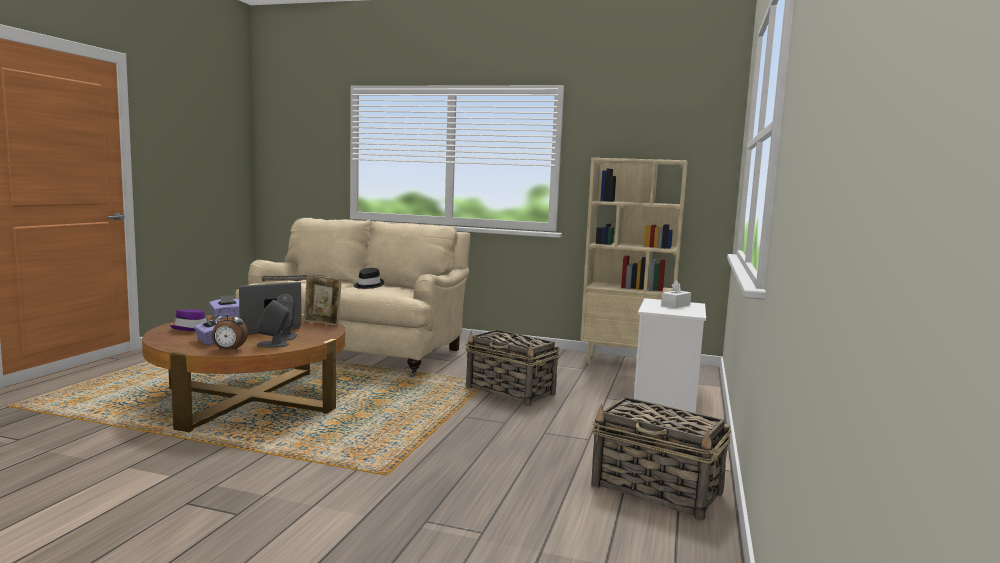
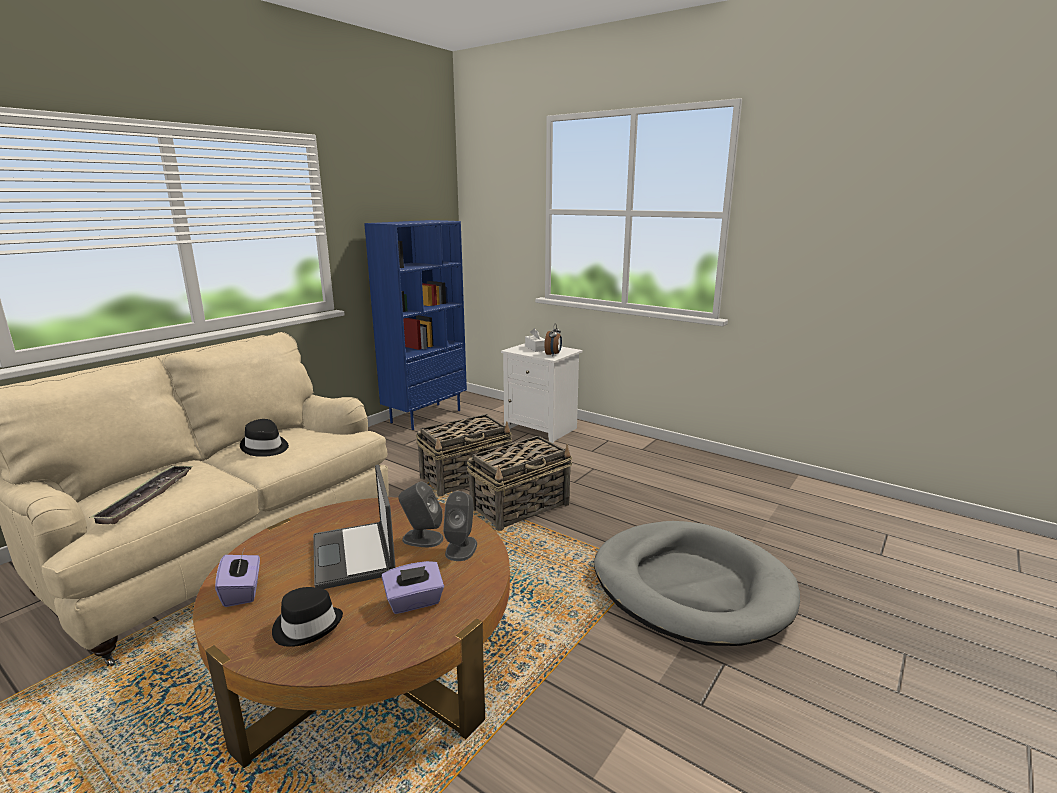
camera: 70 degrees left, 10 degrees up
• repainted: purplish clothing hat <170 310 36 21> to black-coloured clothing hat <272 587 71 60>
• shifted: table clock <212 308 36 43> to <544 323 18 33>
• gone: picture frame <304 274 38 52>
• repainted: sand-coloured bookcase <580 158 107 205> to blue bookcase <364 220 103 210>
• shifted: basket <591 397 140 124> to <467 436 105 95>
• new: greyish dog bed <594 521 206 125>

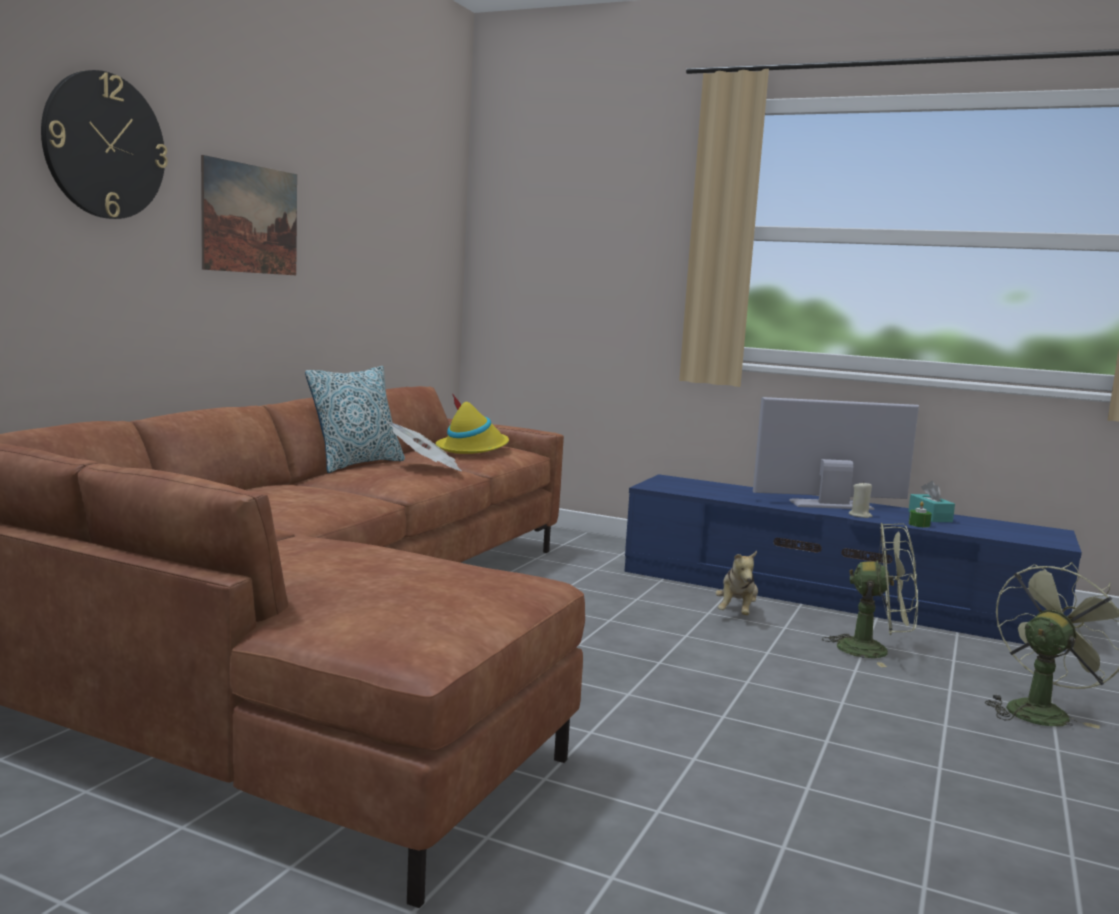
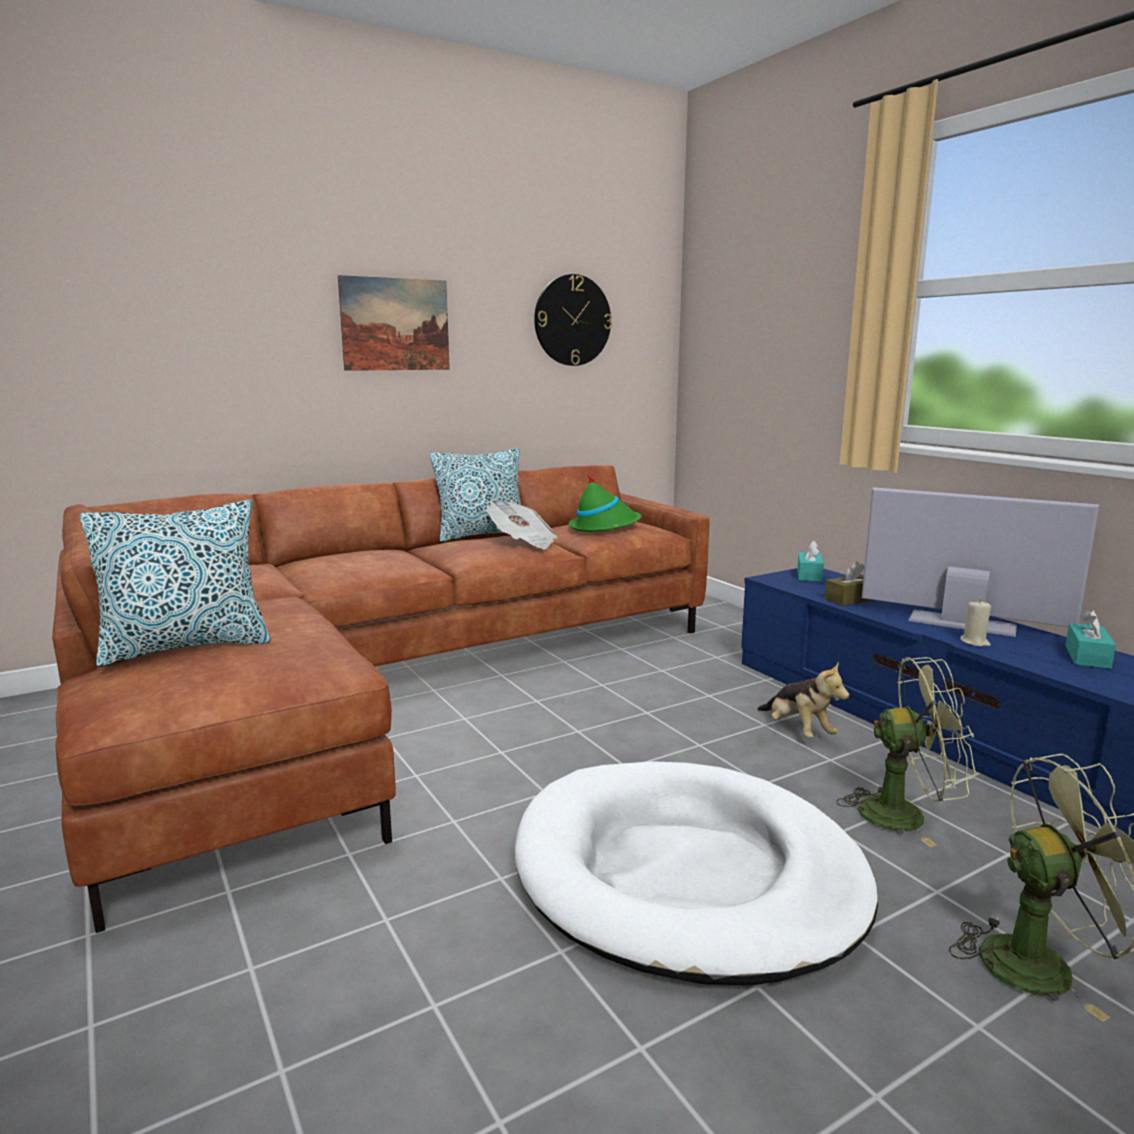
camera: 35 degrees right, 5 degrees up
• shifted: hanging clock <41 70 127 149> to <534 274 78 92>
• repainted: yellow-coloured clothing hat <436 393 73 61> to green-coloured clothing hat <569 474 73 58>
• rotated: plush toy <715 551 43 64> = <757 662 92 76> 75 degrees counterclockwise
• rotated: green-coloured cooling fan <822 523 96 144> = <836 657 141 190> 45 degrees counterclockwise
• gone: green-coloured wax candle <909 501 23 26>
• new: throw pillow <79 499 192 168>
• new: white dog bed <515 761 363 224>
• new: blue-green box of tissues <797 541 27 41>
• new: brownish box of tissues <825 561 48 45>

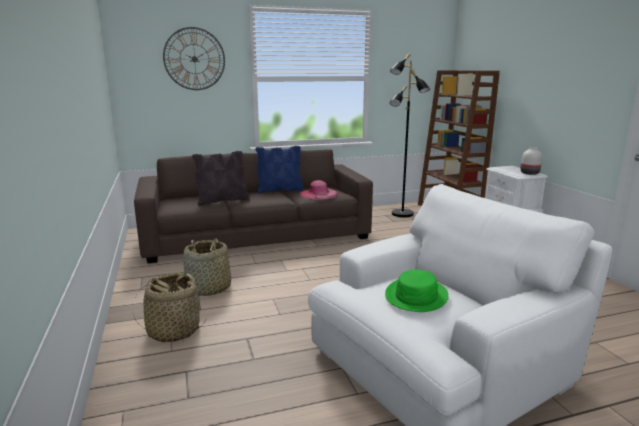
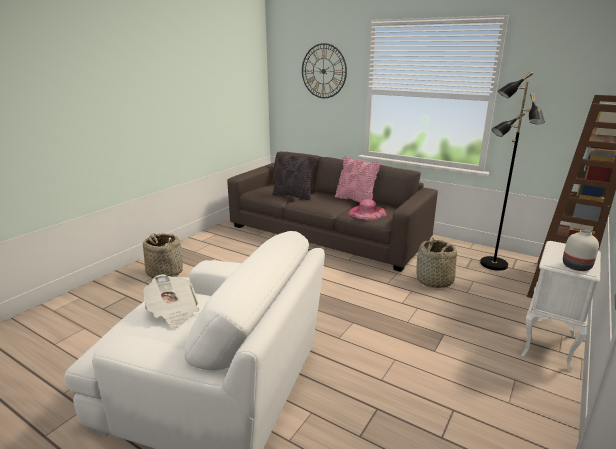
camera: 50 degrees right, 5 degrees up
• shifted: basket <183 238 48 58> to <416 238 41 50>
• repainted: blue throw pillow <255 146 49 47> to pink throw pillow <335 156 46 46>
• swapped: green-coloured clothing hat <385 270 64 42> to newspaper <143 274 57 53>

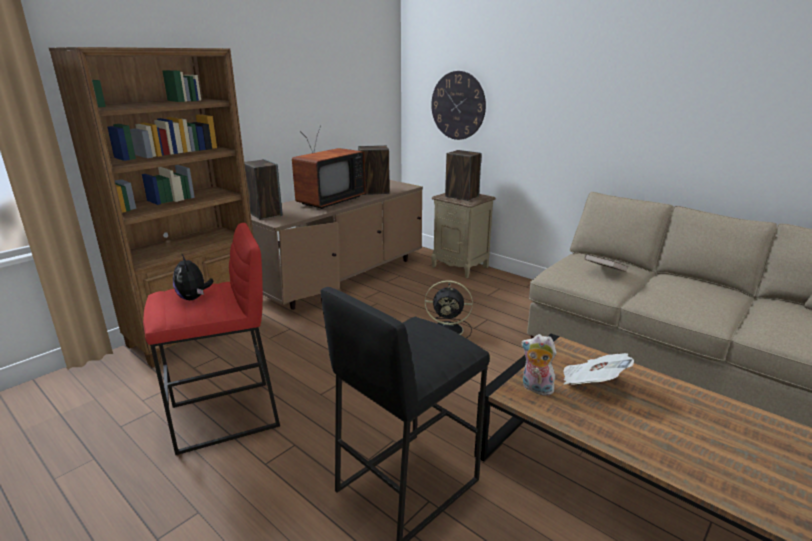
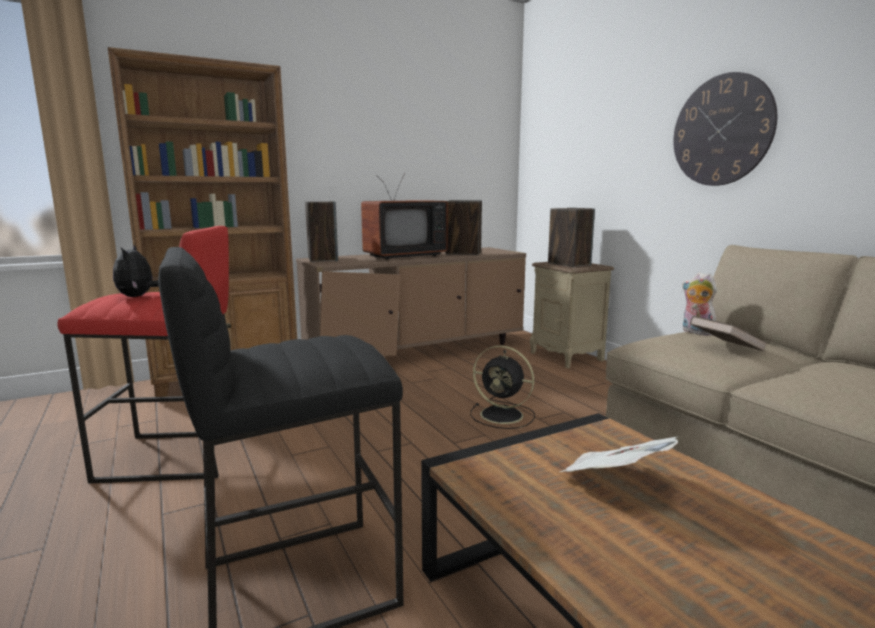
camera: 20 degrees right, 10 degrees down
• shifted: hanging clock <431 71 55 69> to <673 72 105 114>
• shifted: plush toy <521 334 36 62> to <682 272 35 63>

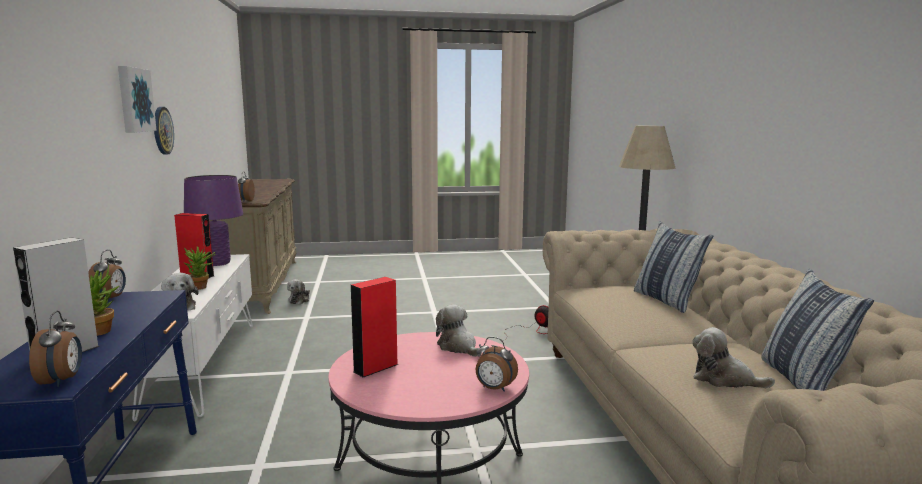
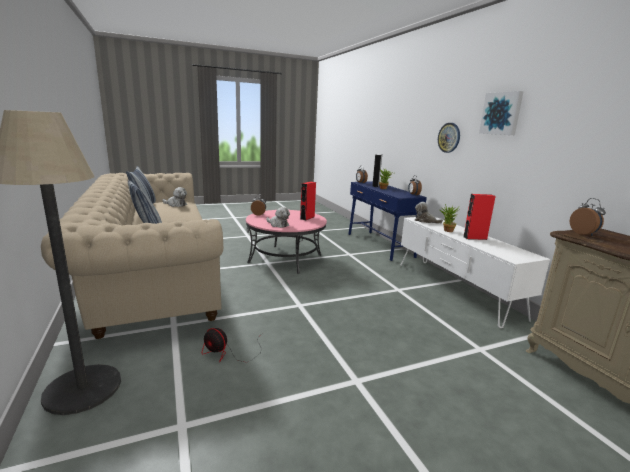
camera: 165 degrees right, 5 degrees up
• shifted: hanging clock <154 107 20 48> to <438 123 22 30>
• gone: purplish table lamp <184 175 59 91>
• gone: plush toy <287 279 23 25>

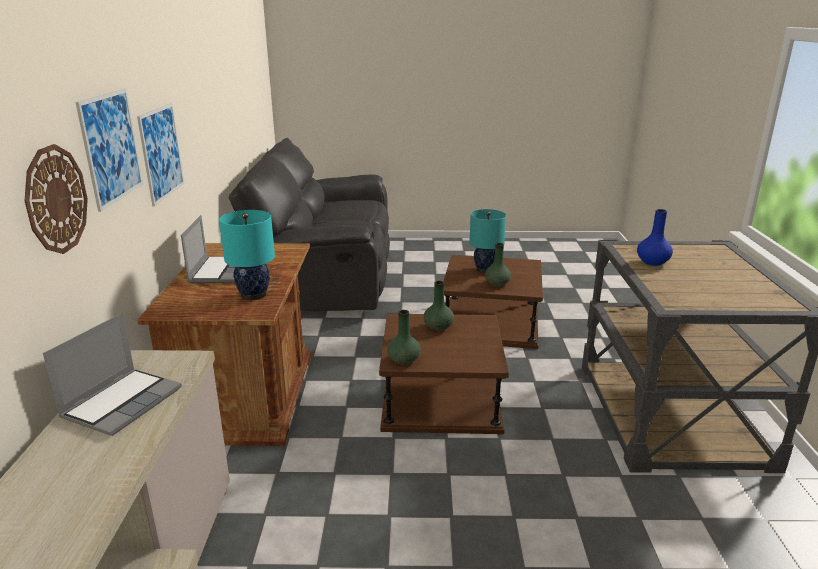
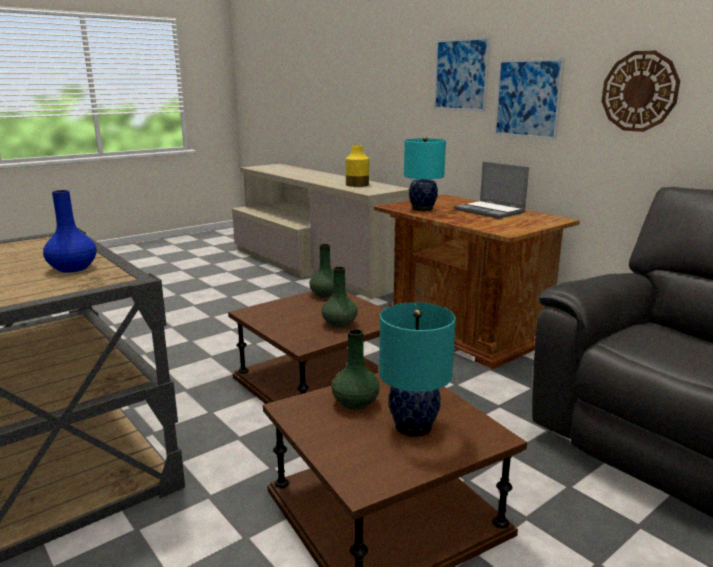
camera: 140 degrees right, 5 degrees down
• shifted: hanging clock <25 144 63 110> to <601 50 79 82>
• swapped: portable computer <43 313 139 123> to yellow-coloured flower vase <346 145 23 42>

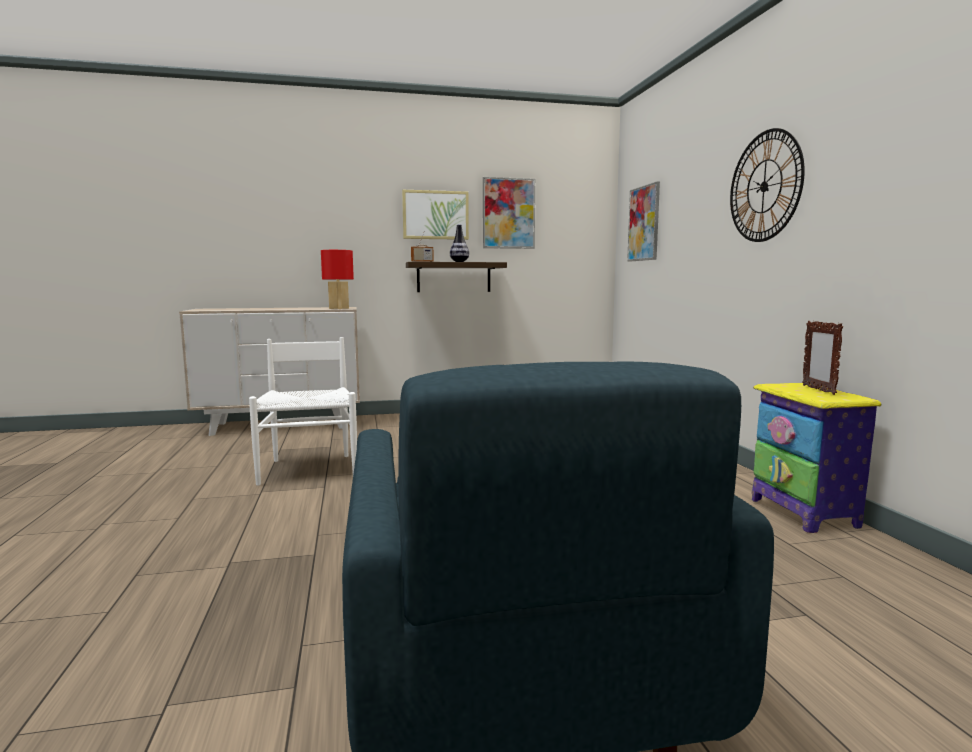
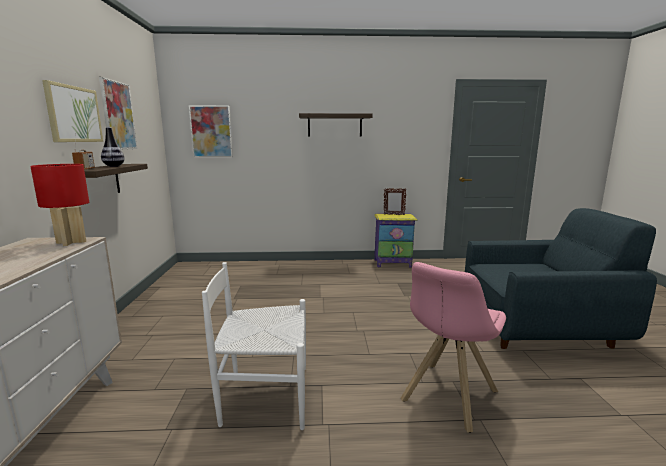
camera: 80 degrees left, 5 degrees up
• swapped: hanging clock <730 128 75 114> to wall shelf <299 113 74 24>
• new: pink upright chair <401 262 105 171>

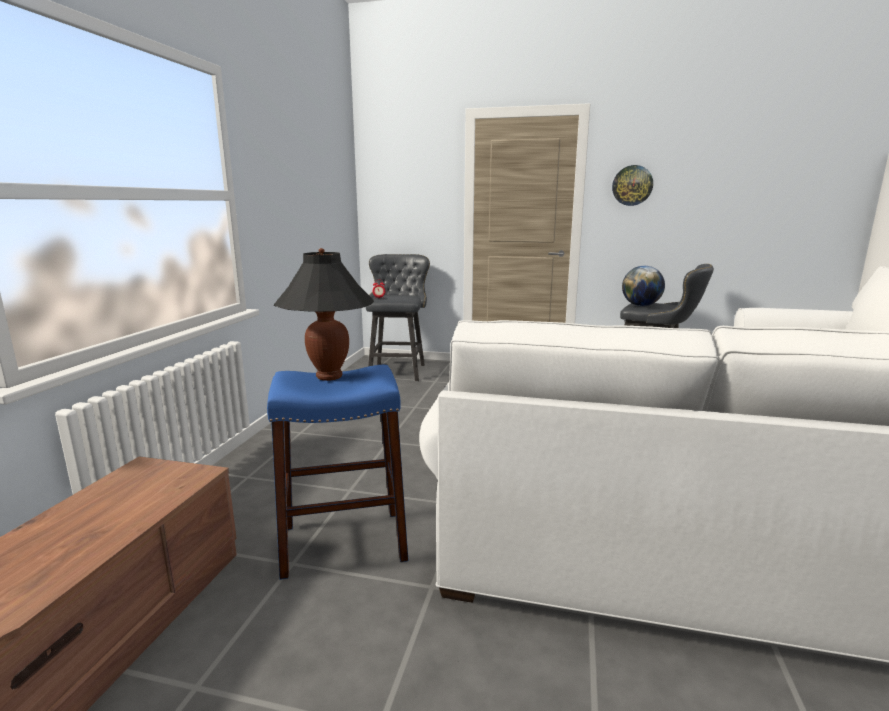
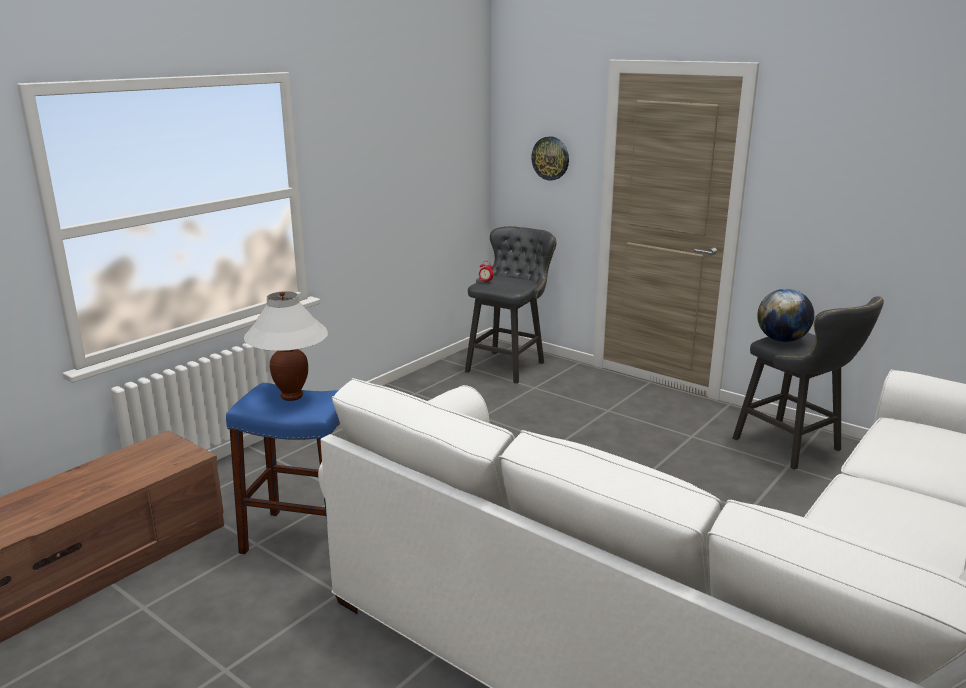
camera: 25 degrees right, 5 degrees up
• repainted: black-coloured table lamp <274 248 100 133> to white table lamp <244 291 84 110>
• shifted: hanging clock <612 165 41 41> to <531 136 38 45>

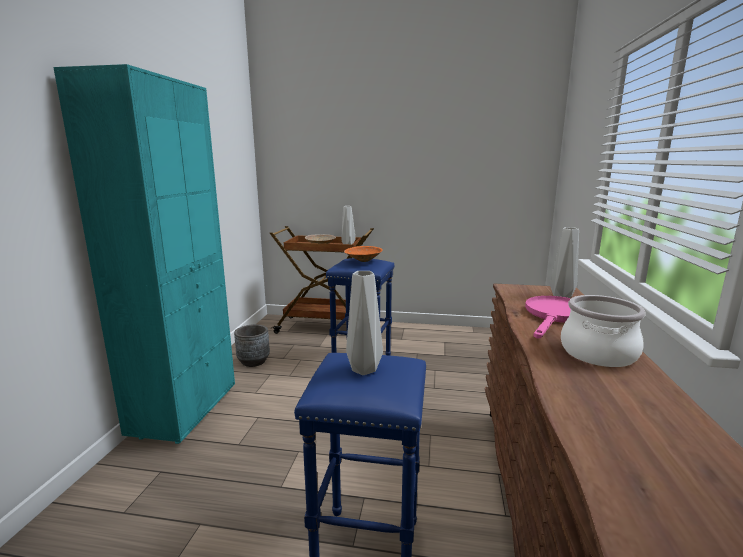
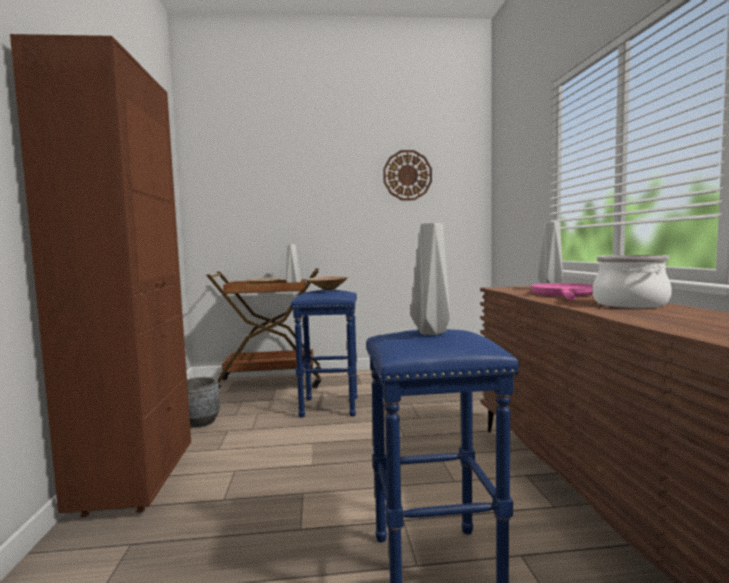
camera: 15 degrees left, 10 degrees down
• repainted: blue-green cabinet <53 64 182 380> to brownish cabinet <10 34 181 483>
• repainted: orange serving bowl <344 246 39 16> to sand-coloured serving bowl <307 276 42 14>
• new: hanging clock <383 150 49 51>

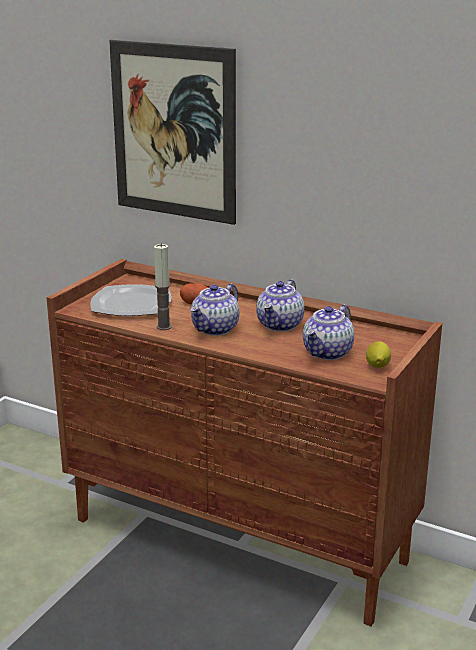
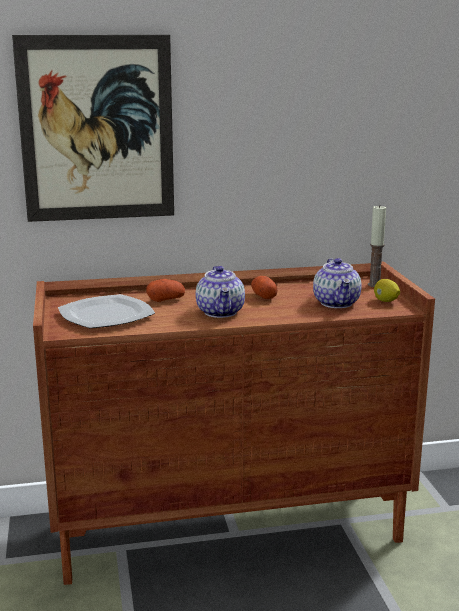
camera: 40 degrees left, 5 degrees down
• shifted: wax candle <154 244 18 86> to <368 205 18 82>
• swapped: tea pot <256 279 48 53> to spud <251 276 27 23>

